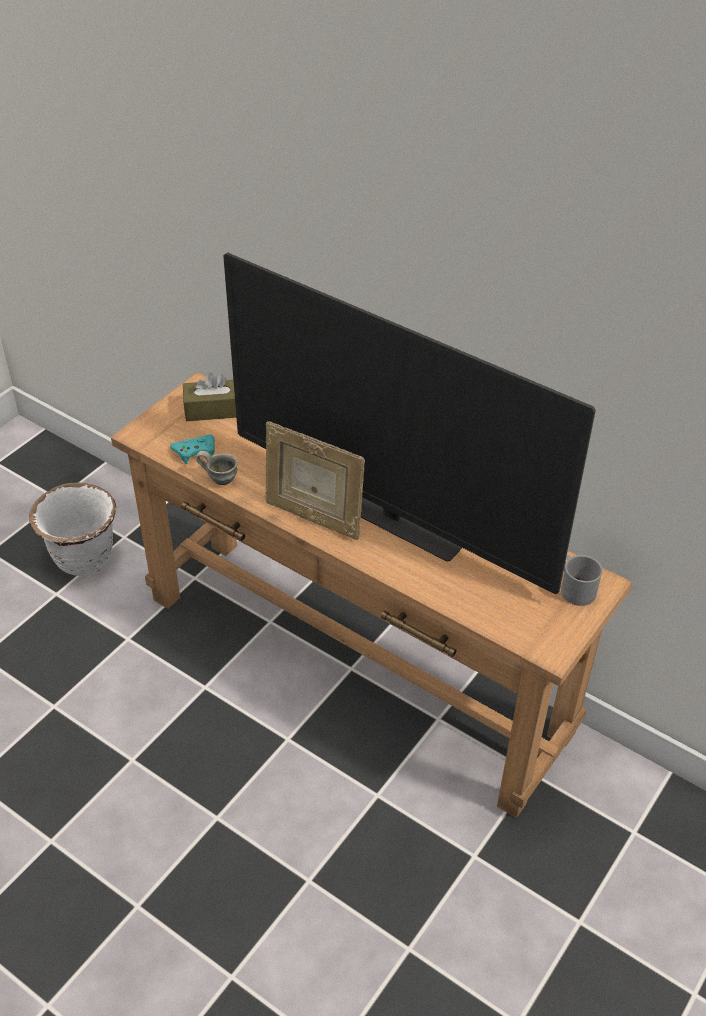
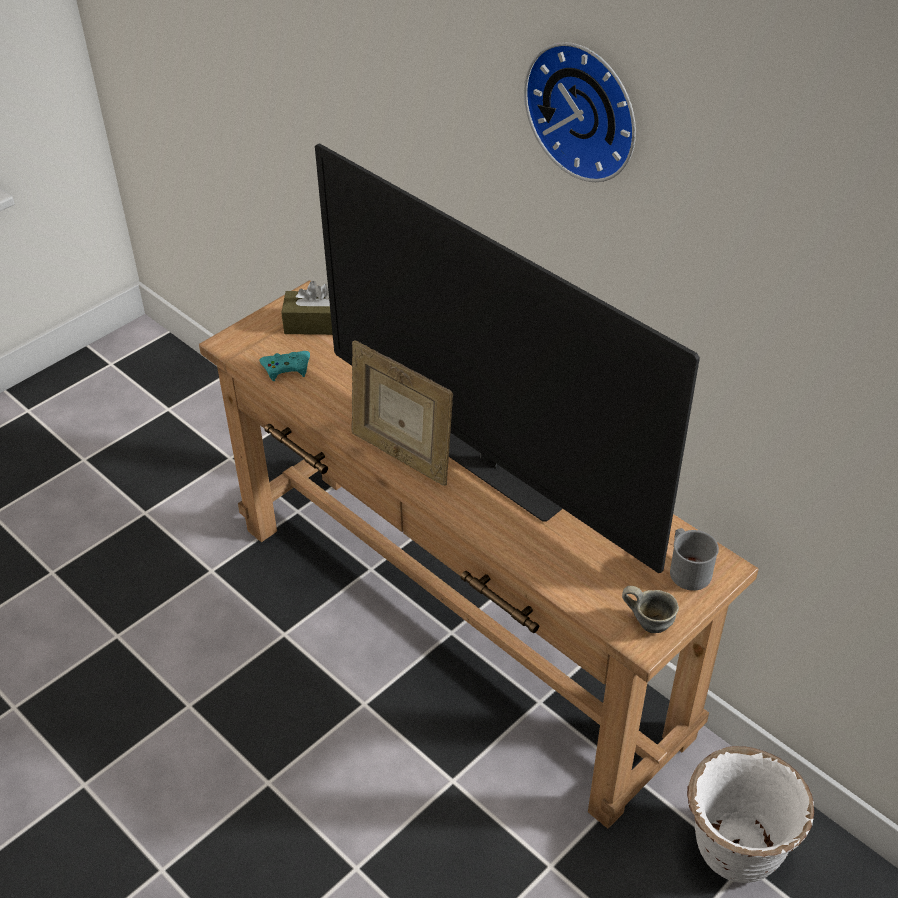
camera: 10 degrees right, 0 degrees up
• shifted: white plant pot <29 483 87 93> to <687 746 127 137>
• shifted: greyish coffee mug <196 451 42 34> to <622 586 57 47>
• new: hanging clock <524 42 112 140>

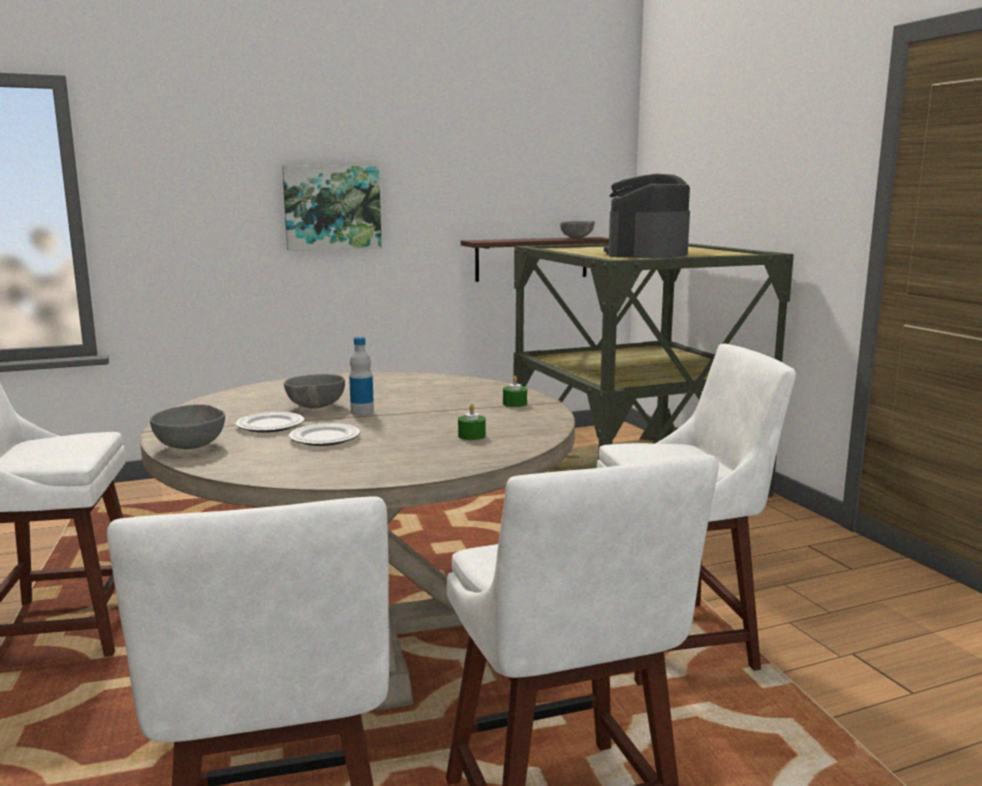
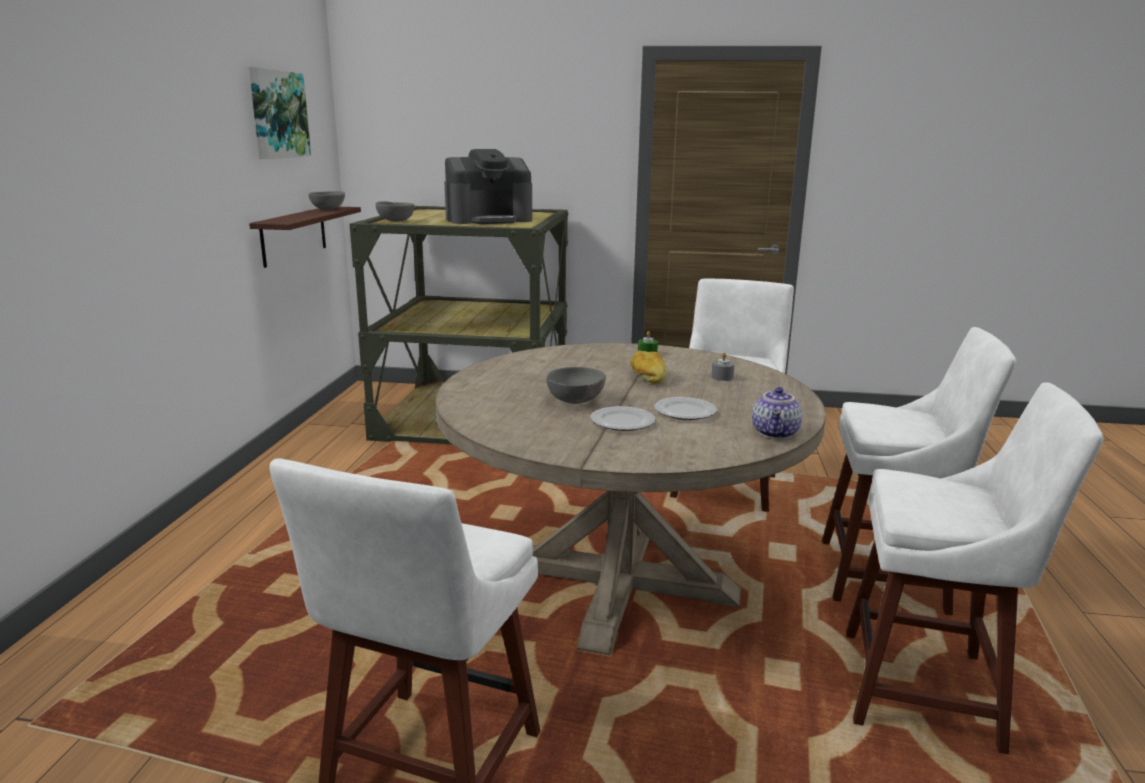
camera: 60 degrees left, 5 degrees up
• shifted: greyish serving bowl <150 404 75 45> to <376 201 38 21>
• shifted: wall art <282 165 100 86> to <249 67 62 92>
• gone: beverage bottle <349 337 25 78>
• repainted: green-coloured wax candle <458 404 28 36> to greyish wax candle <711 352 24 29>
• rotated: coffee maker <604 174 86 84> = <444 149 88 75> 75 degrees counterclockwise
• new: bakery bread <630 350 37 34>
• new: tea pot <752 387 50 52>

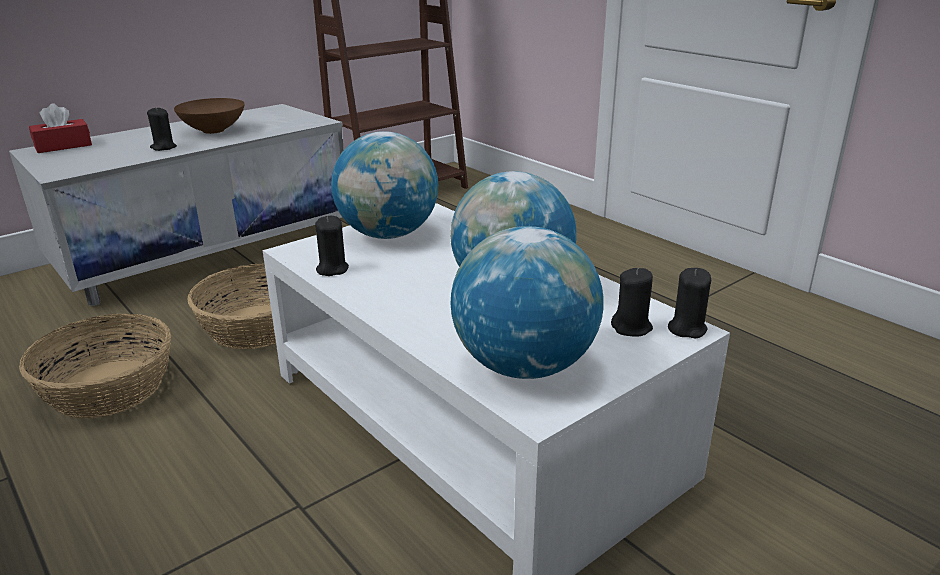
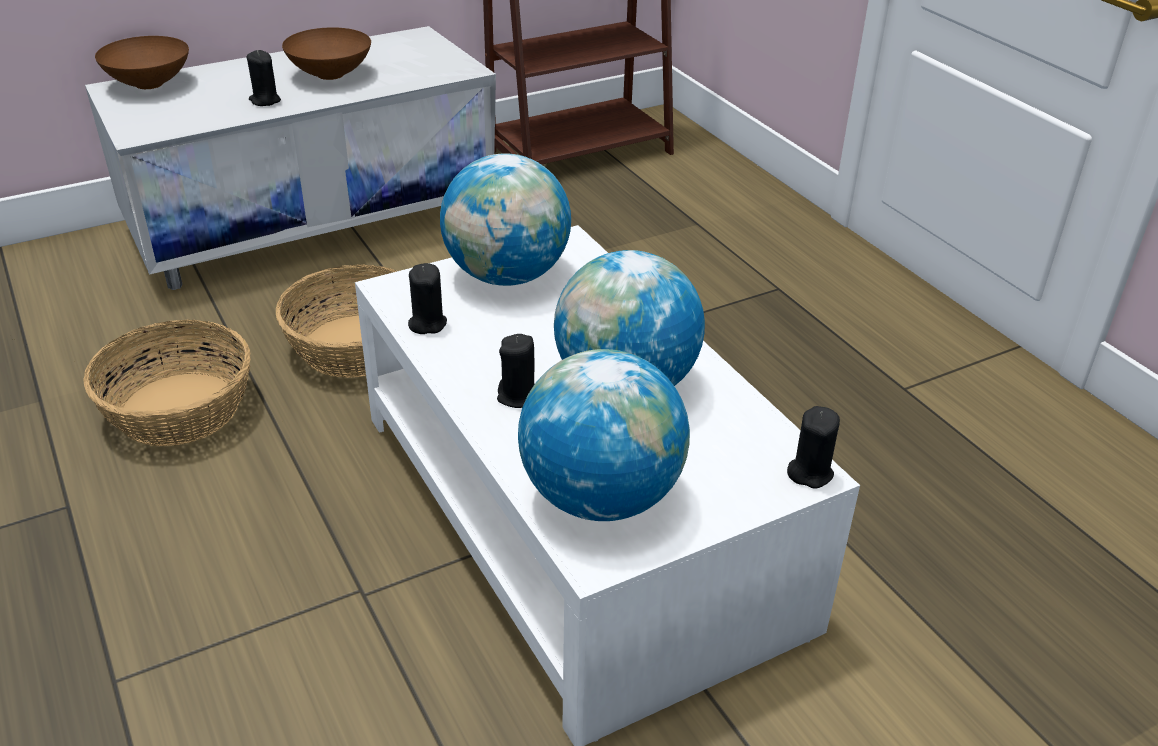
camera: 10 degrees right, 10 degrees up
• swapped: reddish box of tissues <29 103 63 50> to brownish serving bowl <95 36 94 53>
• shifted: black-coloured wax candle <611 268 42 69> to <497 334 37 74>

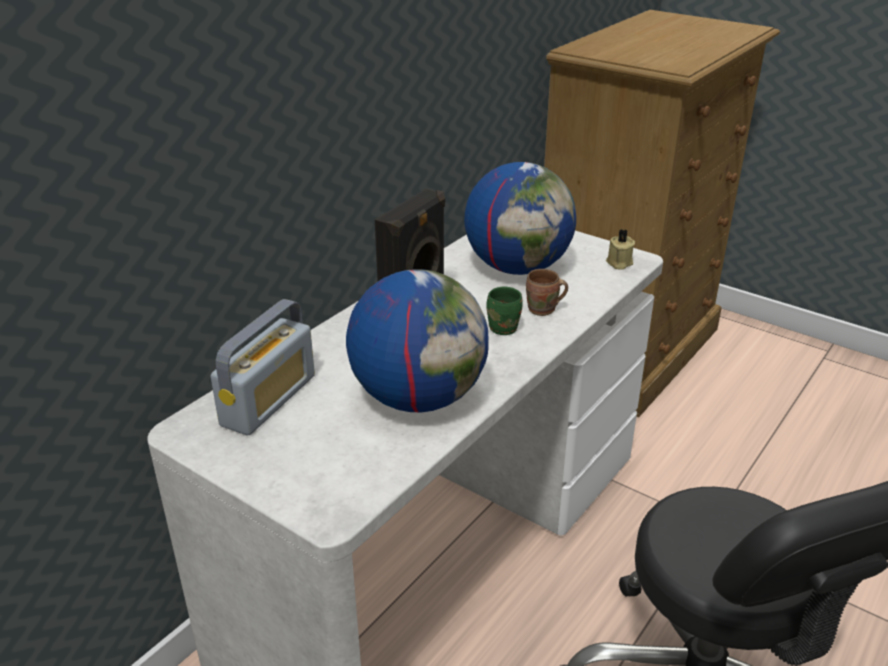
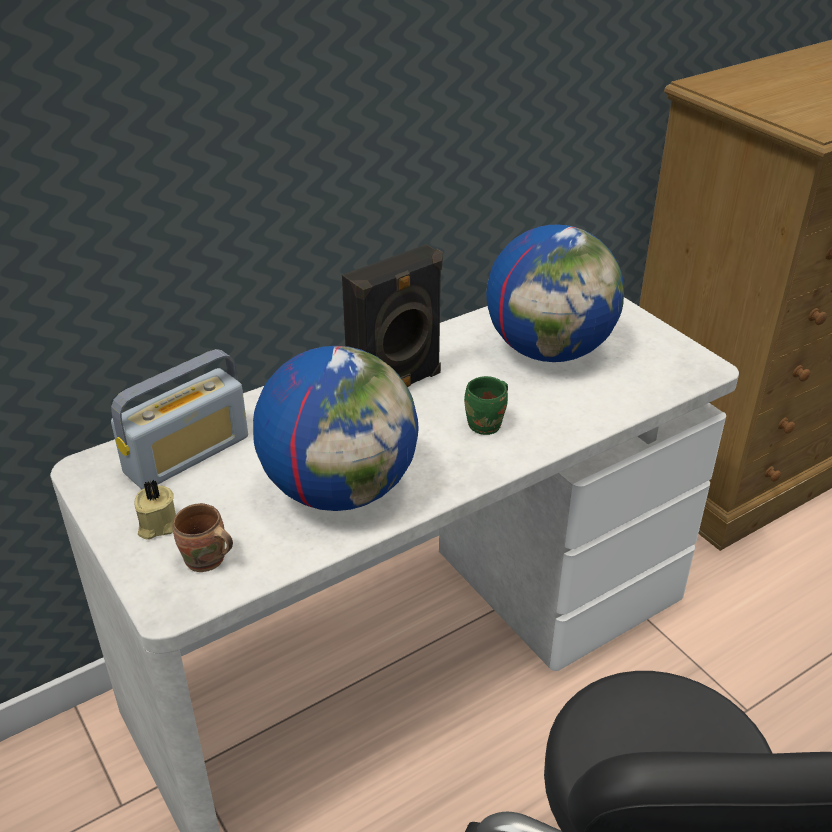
camera: 20 degrees right, 5 degrees up
• shifted: brownish coffee mug <526 269 42 47> to <173 503 60 69>
• shifted: sand-coloured wax candle <606 229 29 41> to <135 480 41 60>

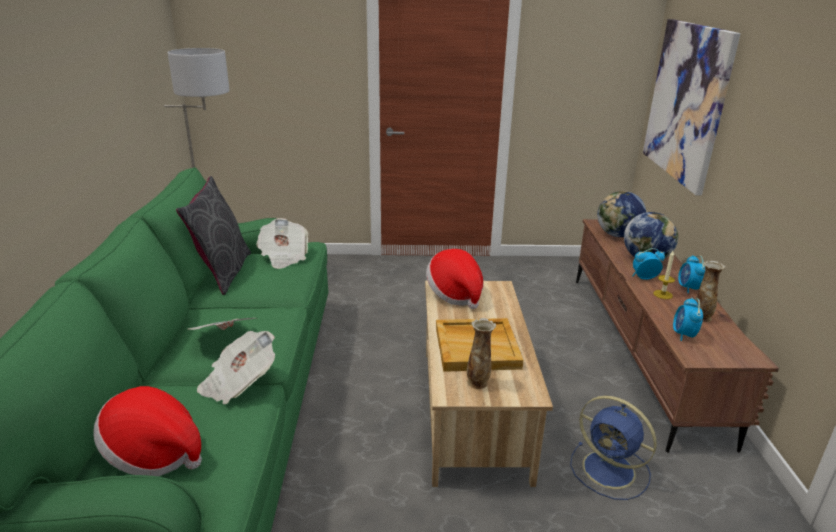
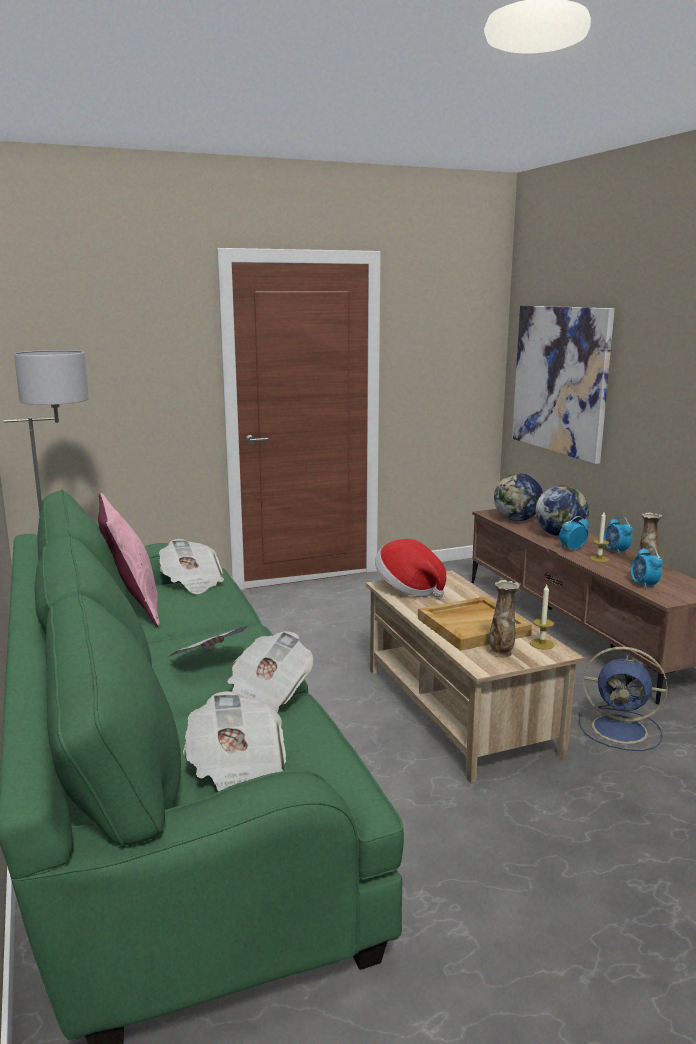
camera: 20 degrees left, 10 degrees down
• swapped: clothing hat <93 386 109 90> to newspaper <183 691 103 101>
• repainted: greyish throw pillow <176 176 75 119> to pink throw pillow <98 493 62 134>
• new: wax candle <530 585 24 64>

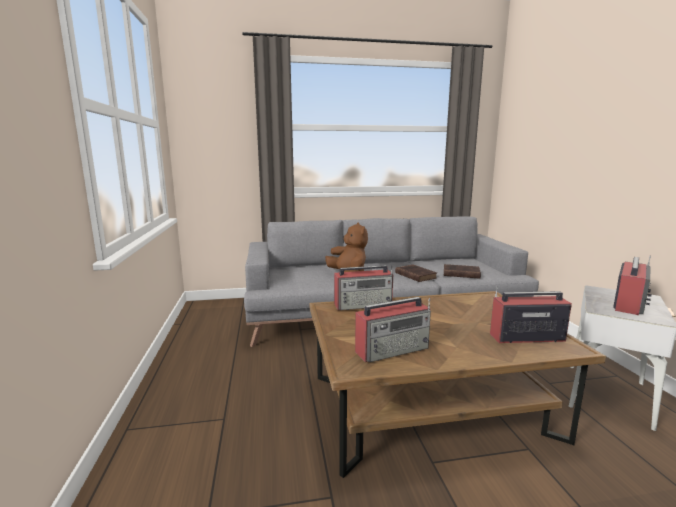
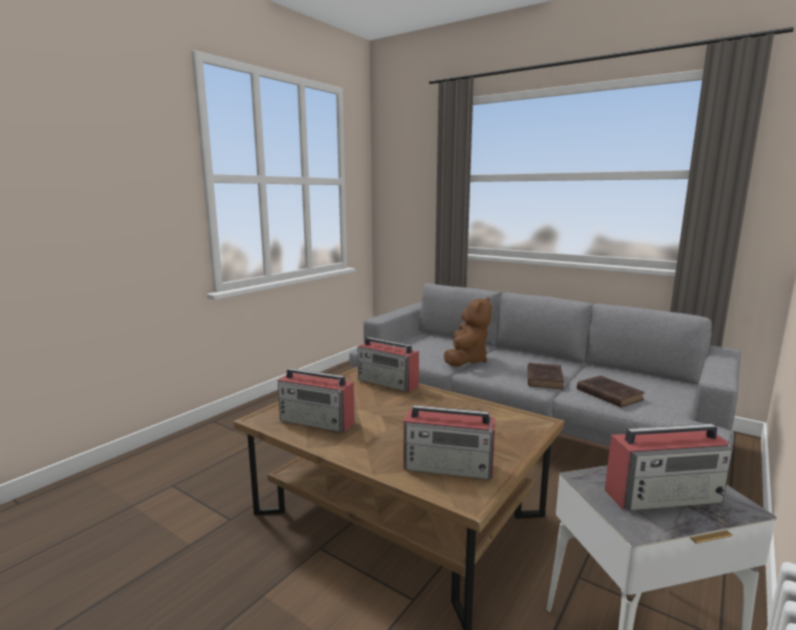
camera: 45 degrees right, 0 degrees up
• rotated: radio <490 286 82 57> = <404 405 91 75> 150 degrees clockwise

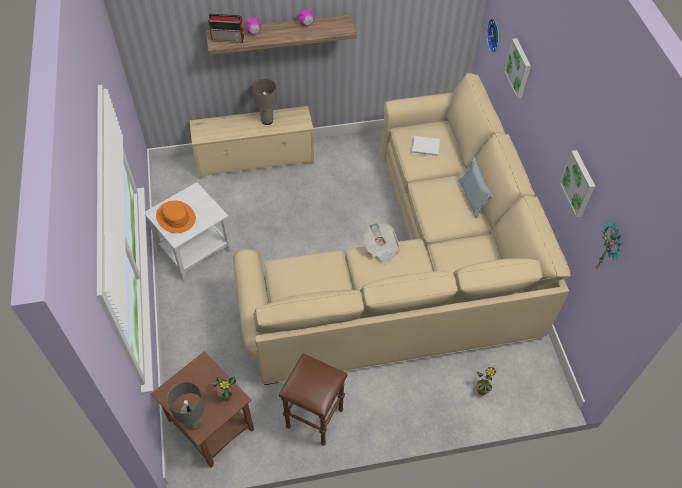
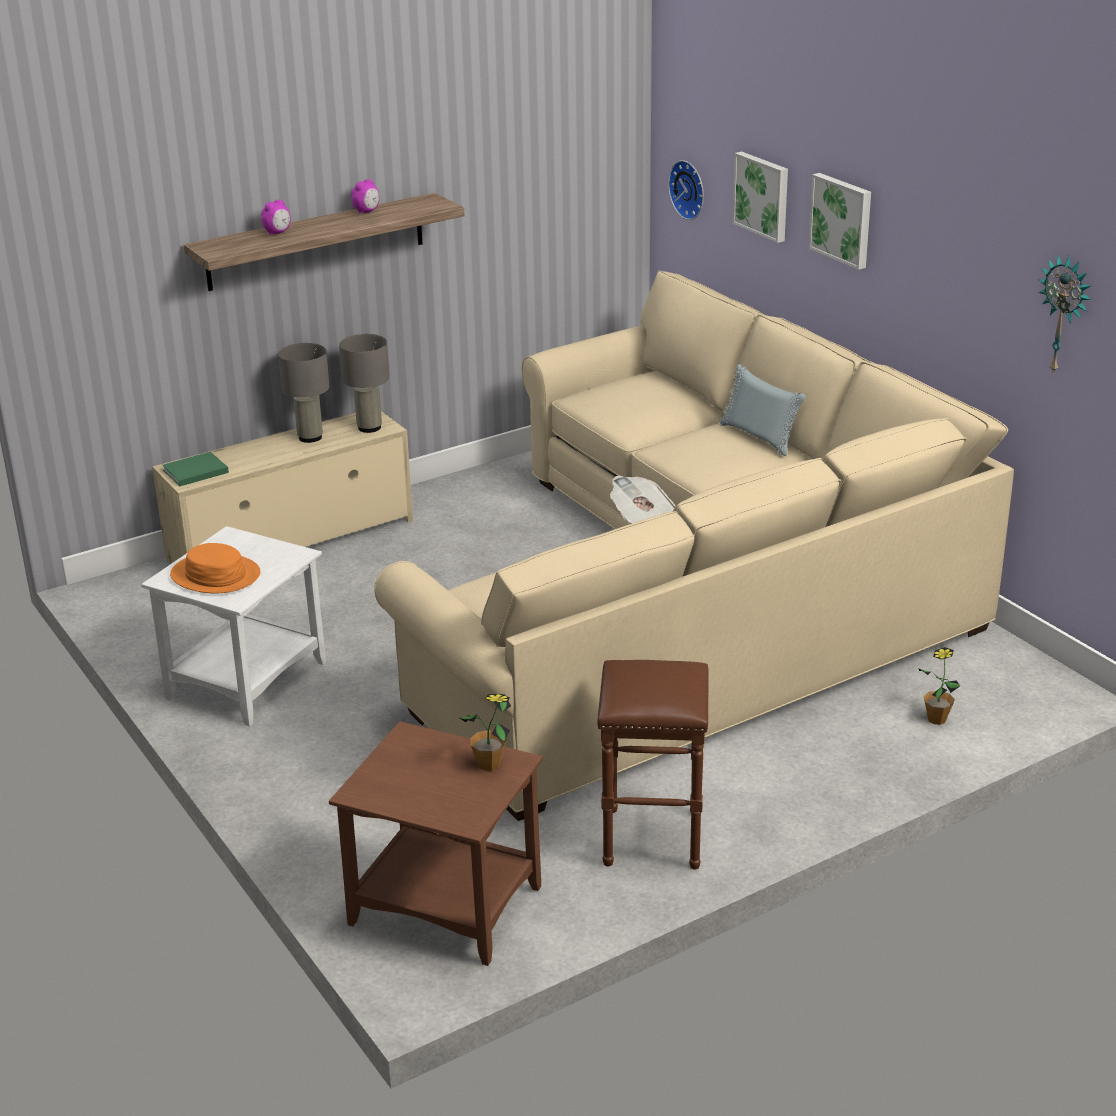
camera: 20 degrees left, 25 degrees down
• shifted: greyish table lamp <167 382 38 48> to <339 334 50 99>
• gone: radio <209 14 35 29>
• gone: white bound book <412 136 28 21>
• shifted: wall art <559 150 36 67> to <808 173 63 97>
• new: green-coloured bound book <162 452 67 34>

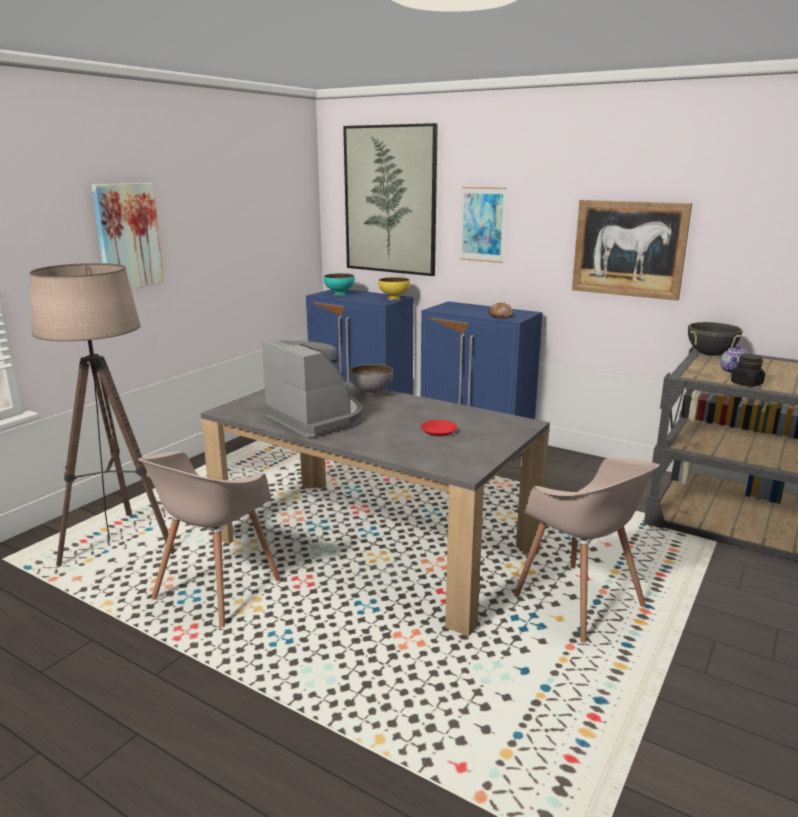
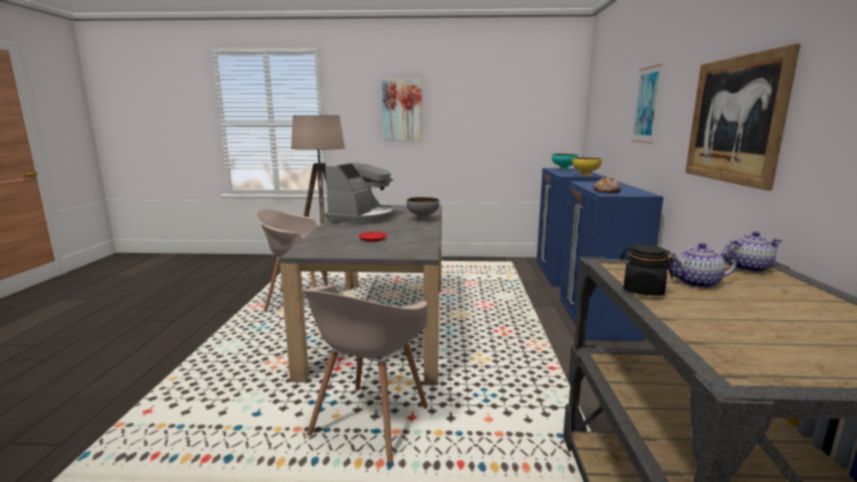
camera: 60 degrees right, 5 degrees down
• gone: wall art <343 123 95 153>
• swapped: black-coloured saucepot <688 322 55 34> to tea pot <723 231 59 42>

